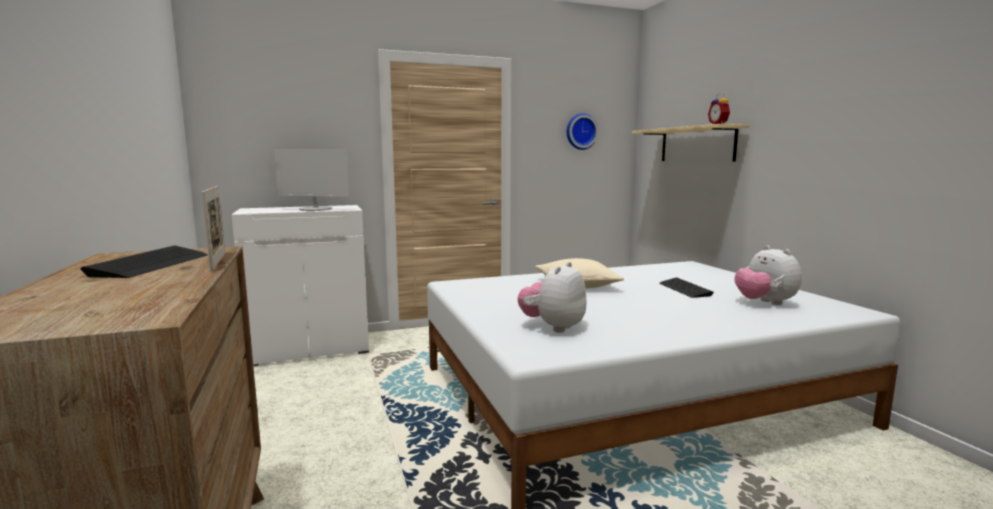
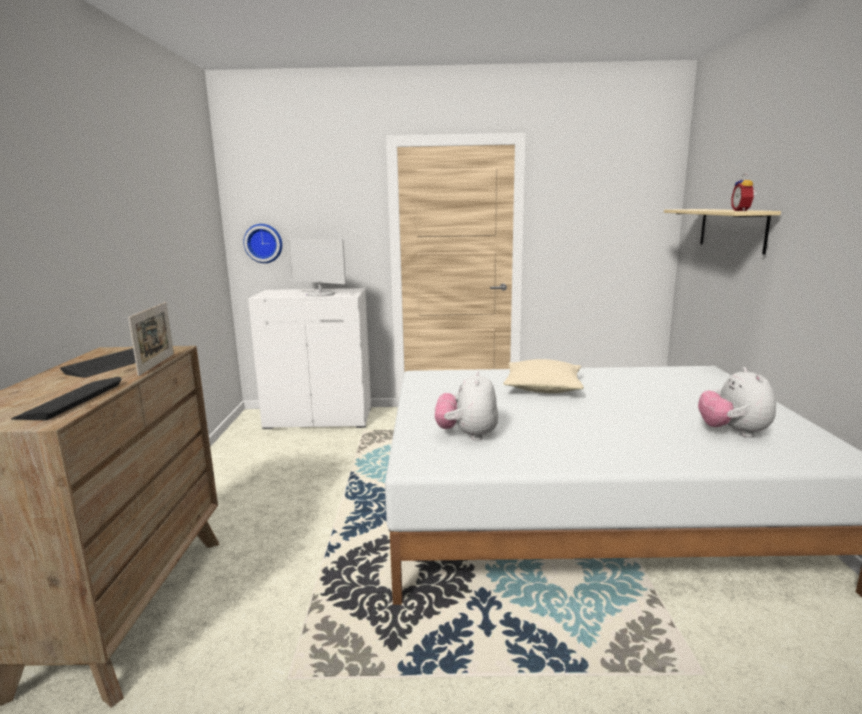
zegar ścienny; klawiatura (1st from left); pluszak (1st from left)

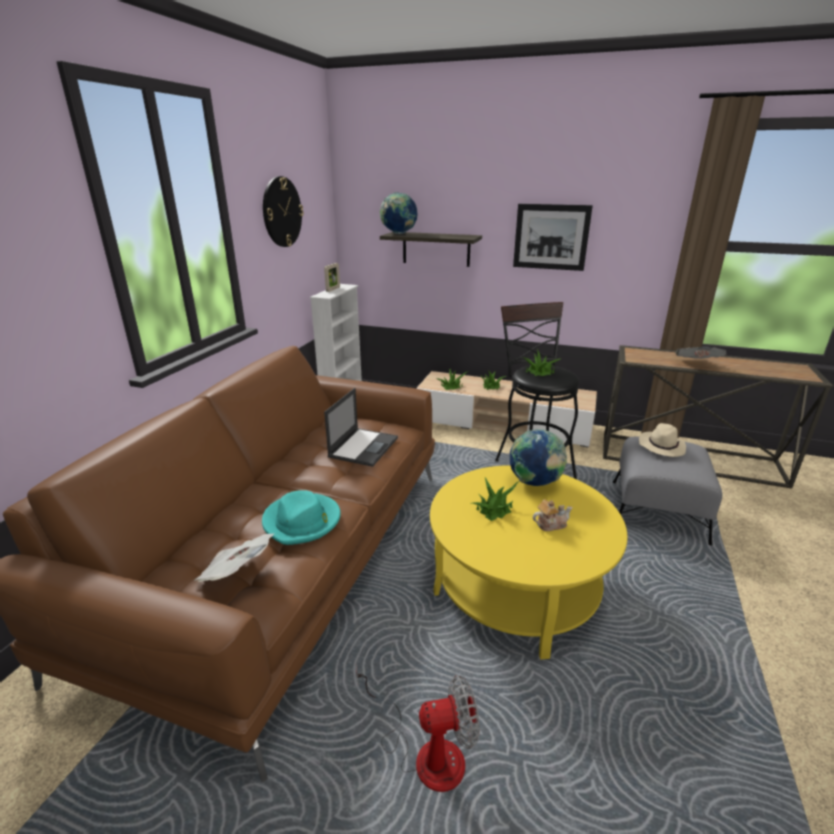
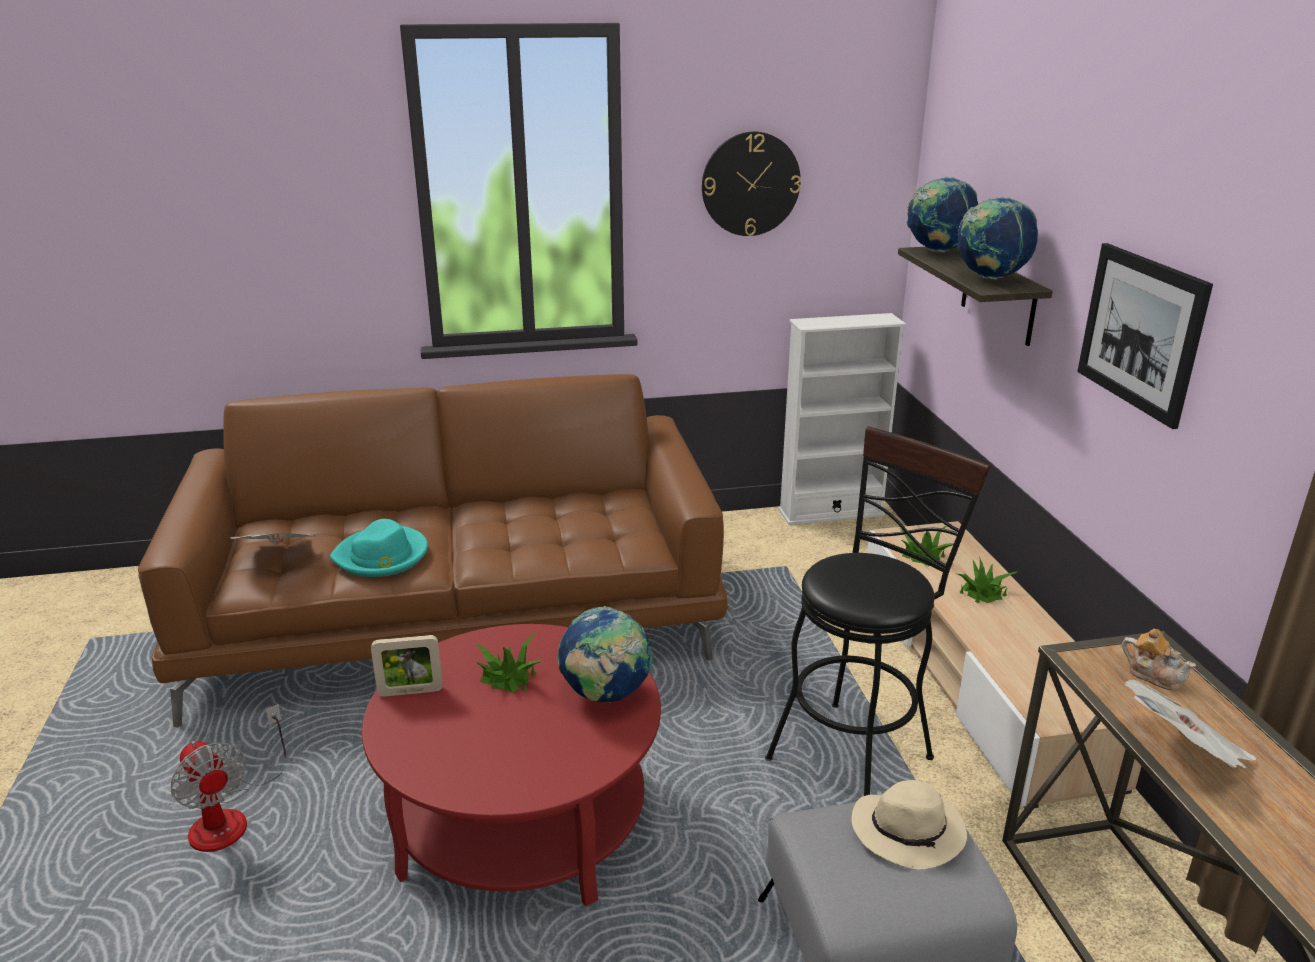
laptop; roślina doniczkowa (4th from left in the first image); globus (3rd from left); ramka na zdjęcie; imbryk; ława (czerwony)

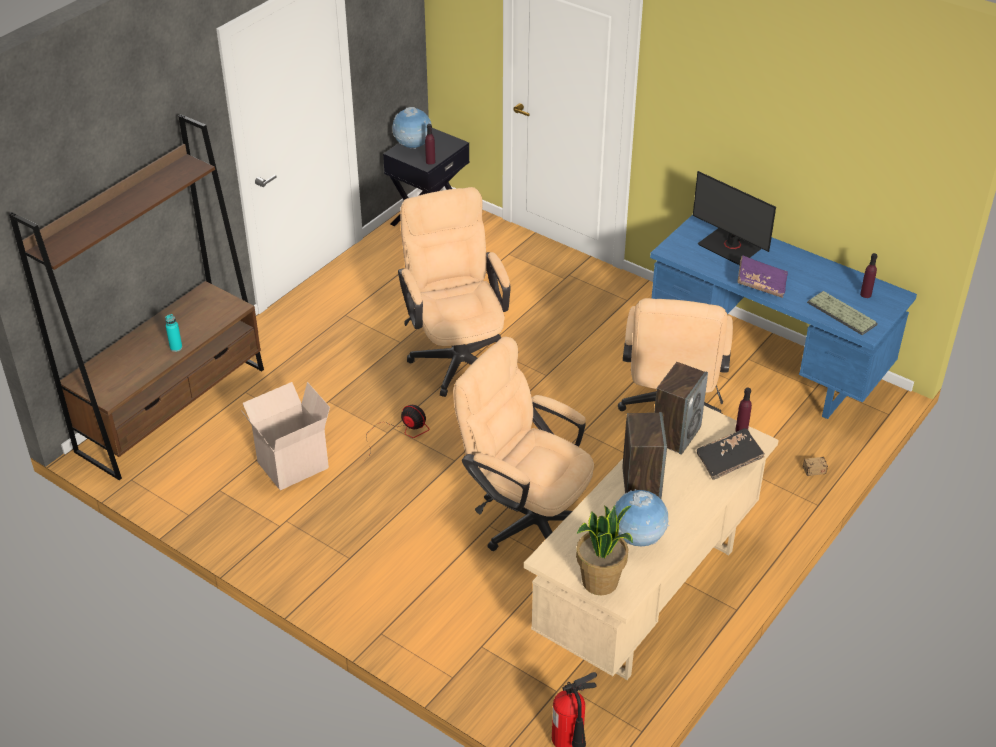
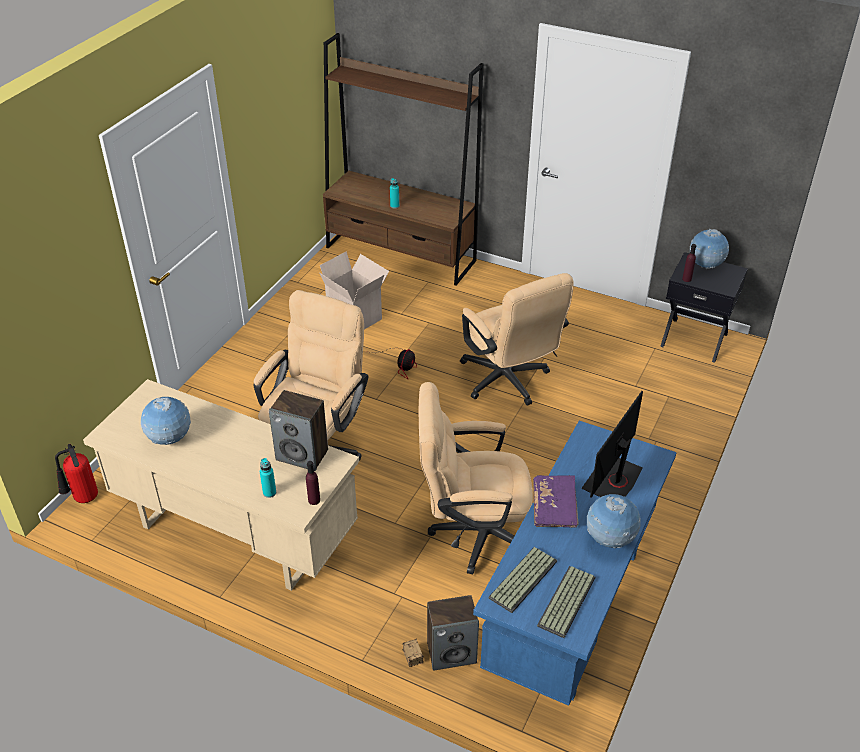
roślina doniczkowa; globus (2nd from left); głośnik (2nd from left); butelka (turkusowy) (1st from left); klawiatura (2nd from left); krzesło biurowe (beżowy) (3rd from left)

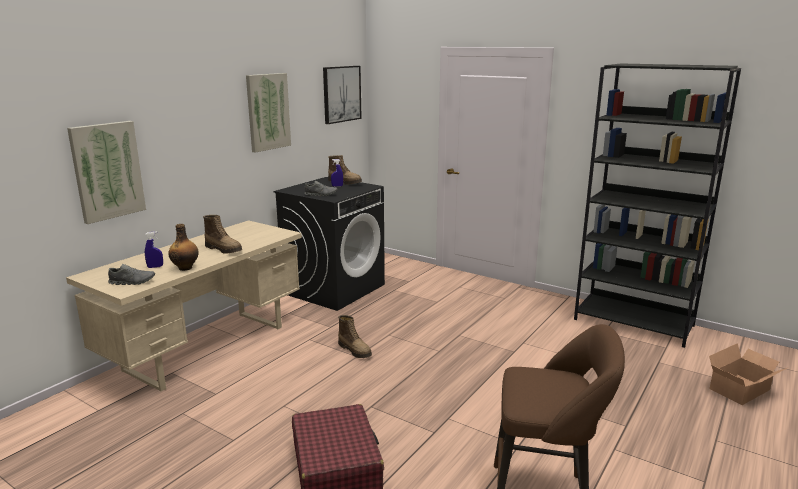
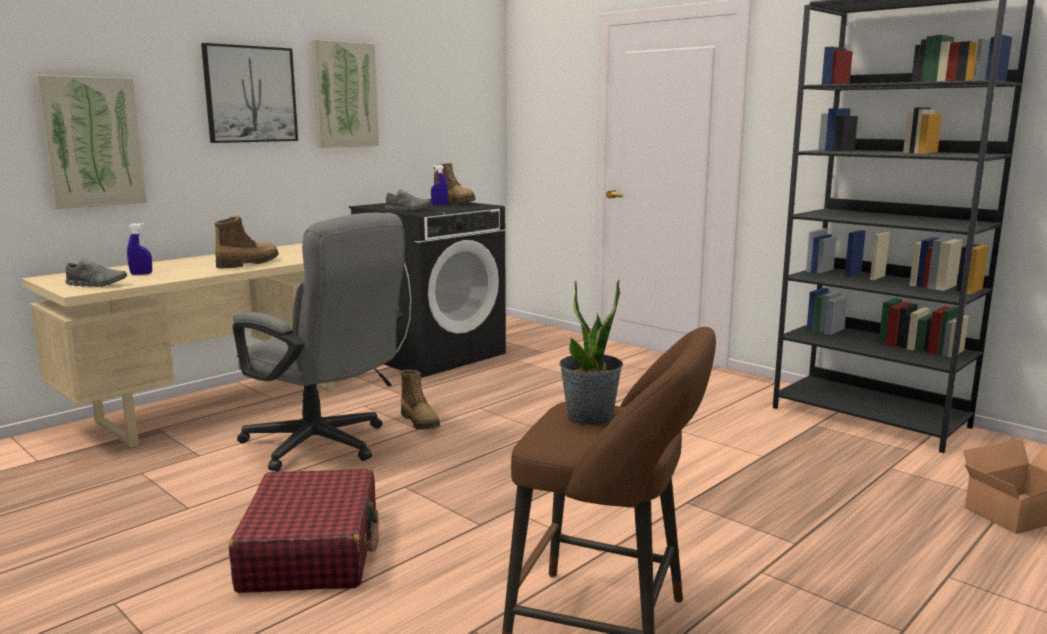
butelka; krzesło biurowe (szary); roślina doniczkowa; obraz (2nd from left); but z cholewką (1st from left)

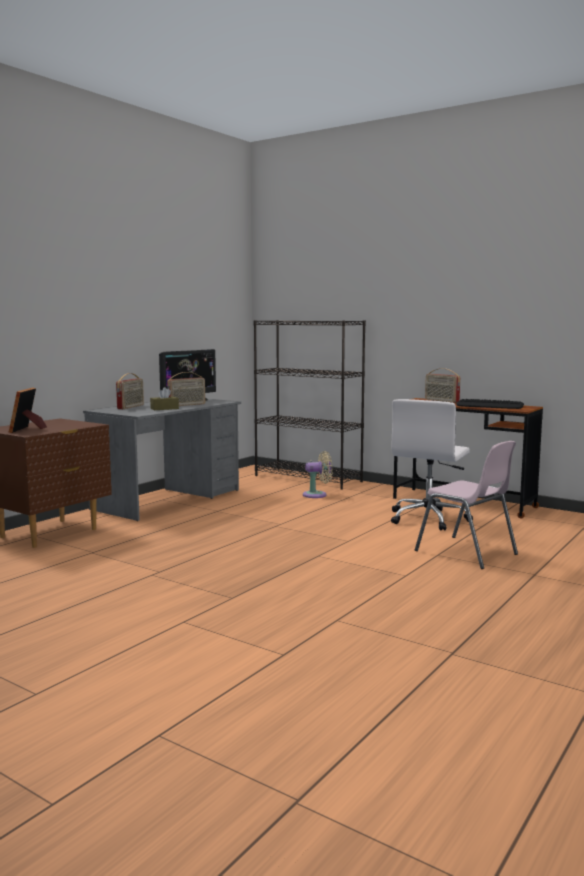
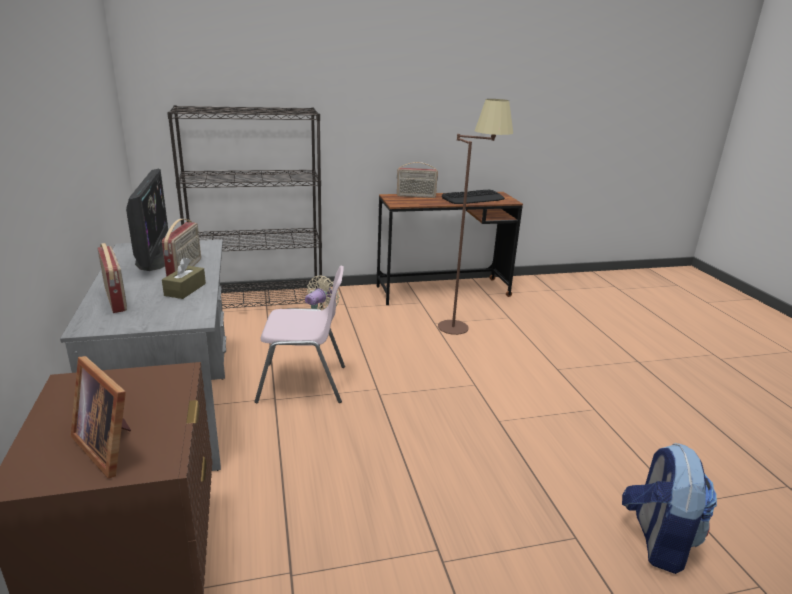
plecak; krzesło (różowy); lampa stojąca (brązowy)

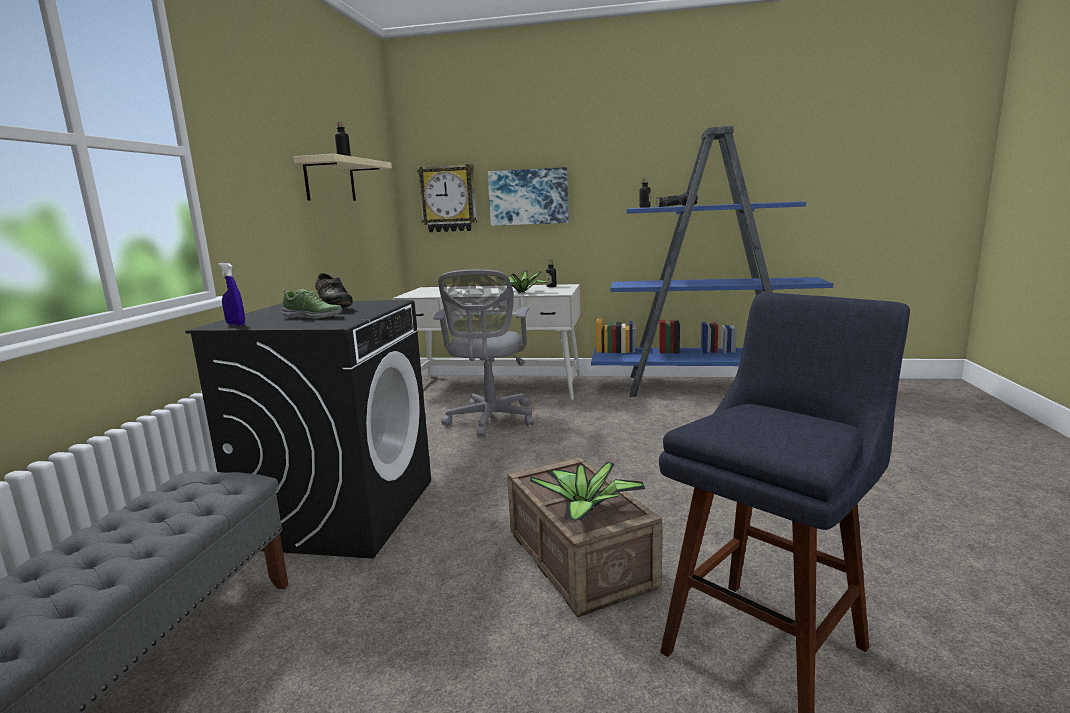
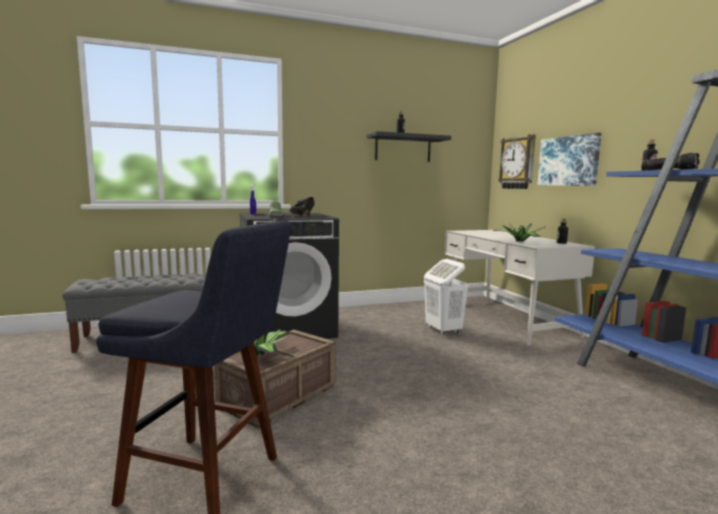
kosz na pranie (biały); półka (czarny)

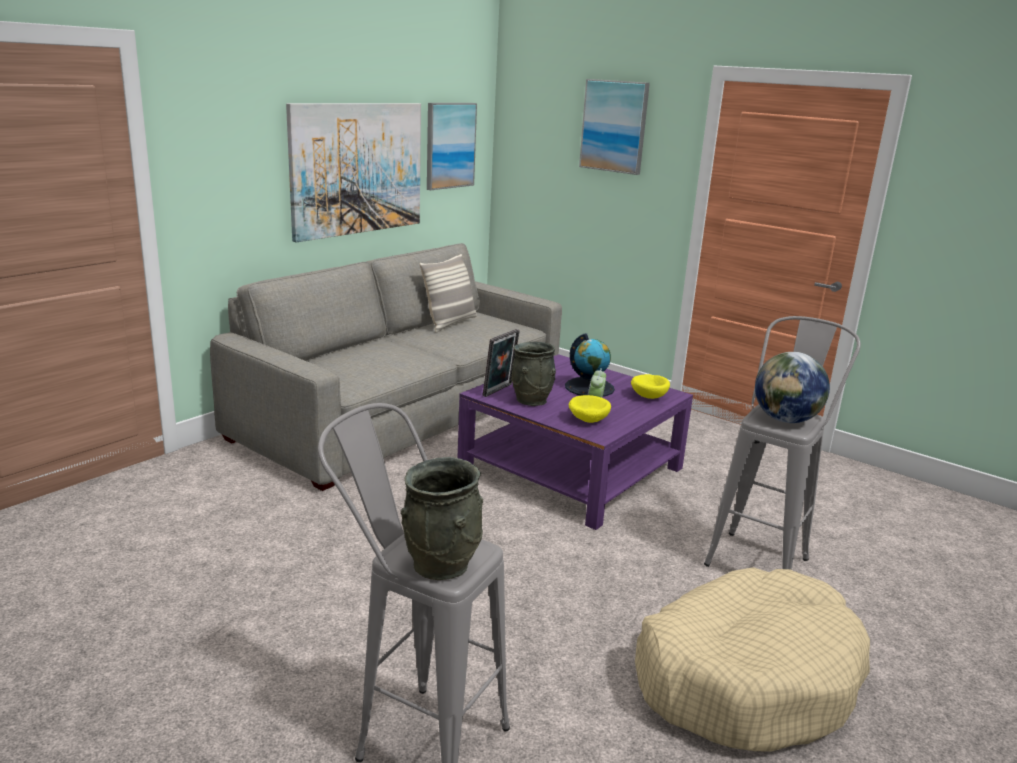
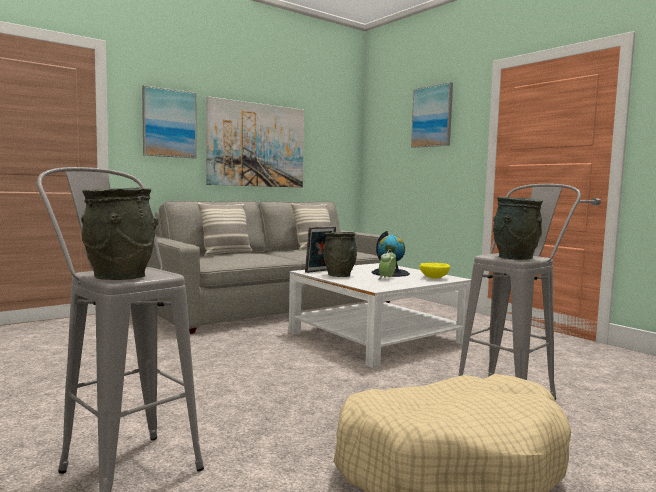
miska (żółty) (1st from left in the first image); poduszka (1st from left); obraz (1st from left); wazon (szary) (3rd from left); ława (biały)

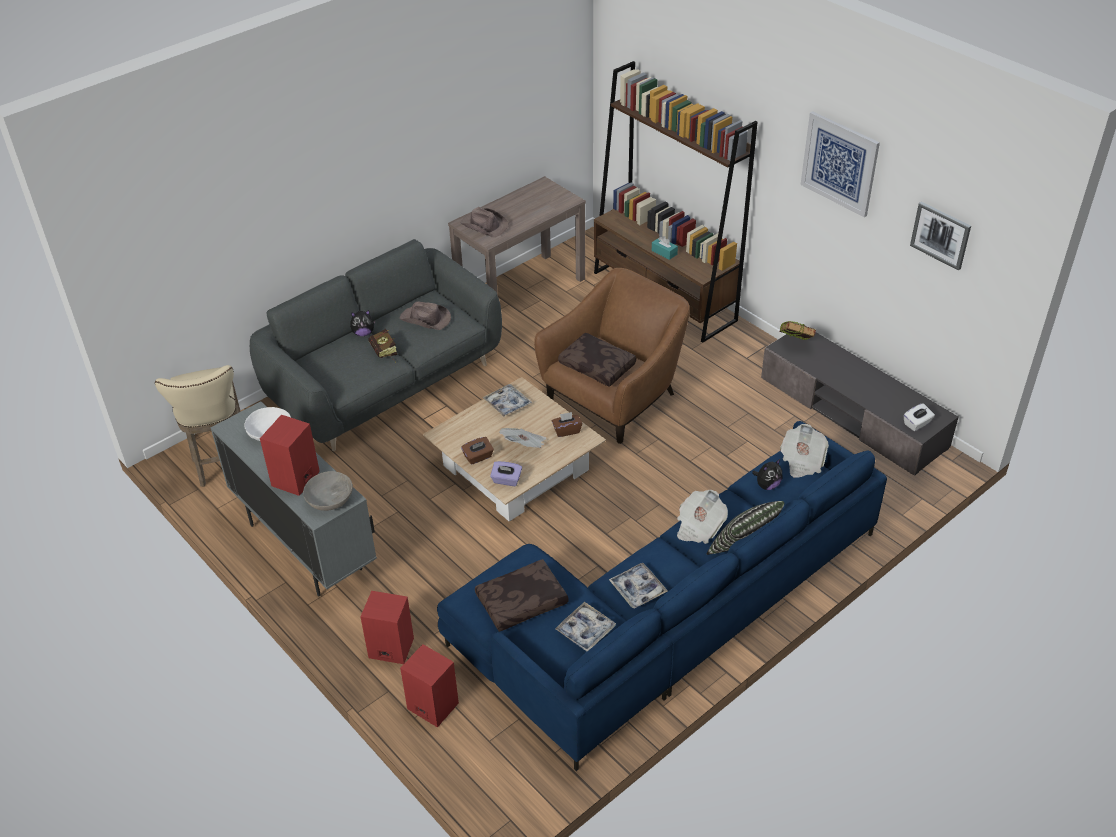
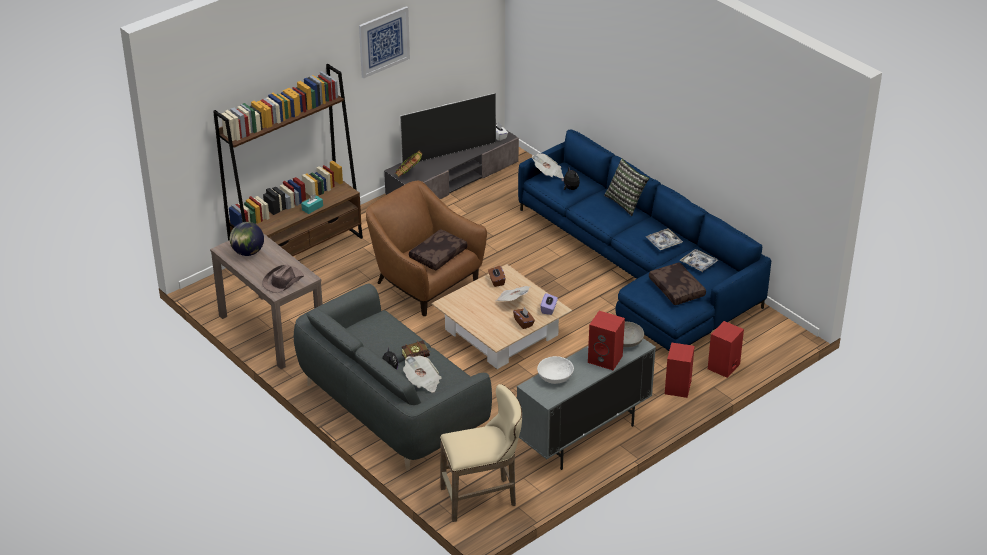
kapelusz (brązowy) (1st from left in the first image); taca (1st from left in the first image); obraz (2nd from left in the first image); globus; telewizor; gazeta (1st from left)

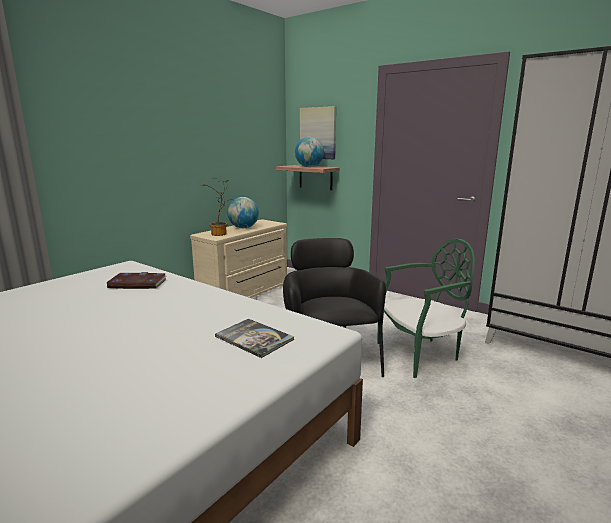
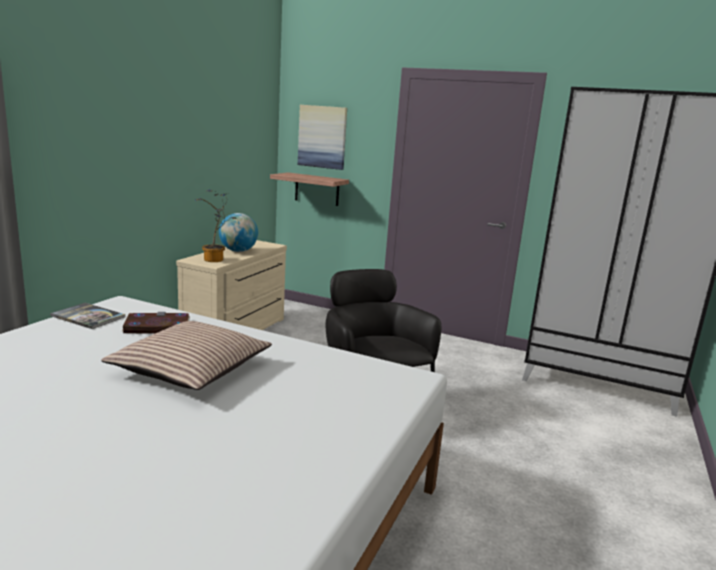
globus (2nd from left in the first image); krzesło (zielony); poduszka; książka (1st from left)

